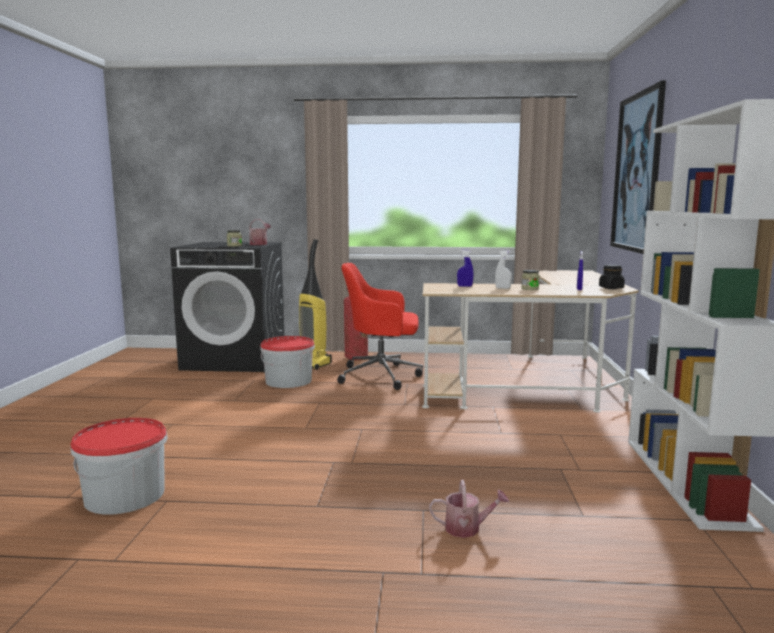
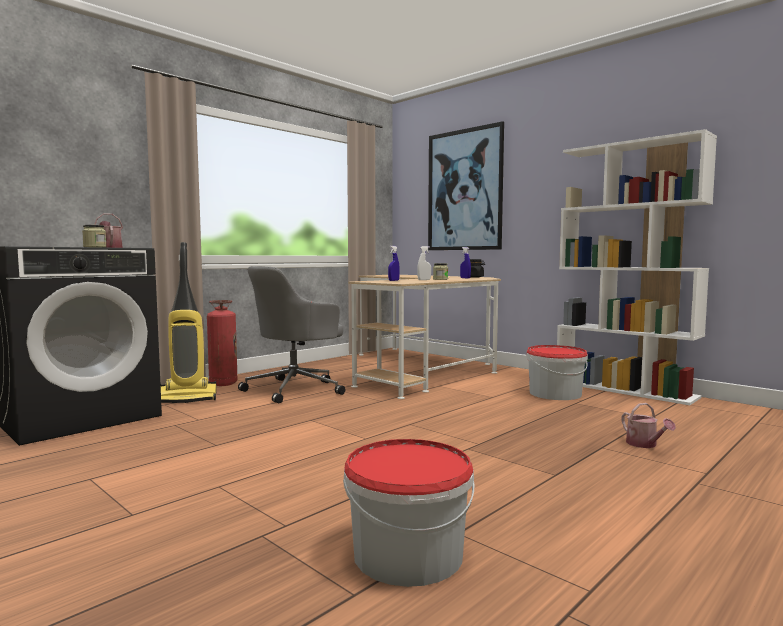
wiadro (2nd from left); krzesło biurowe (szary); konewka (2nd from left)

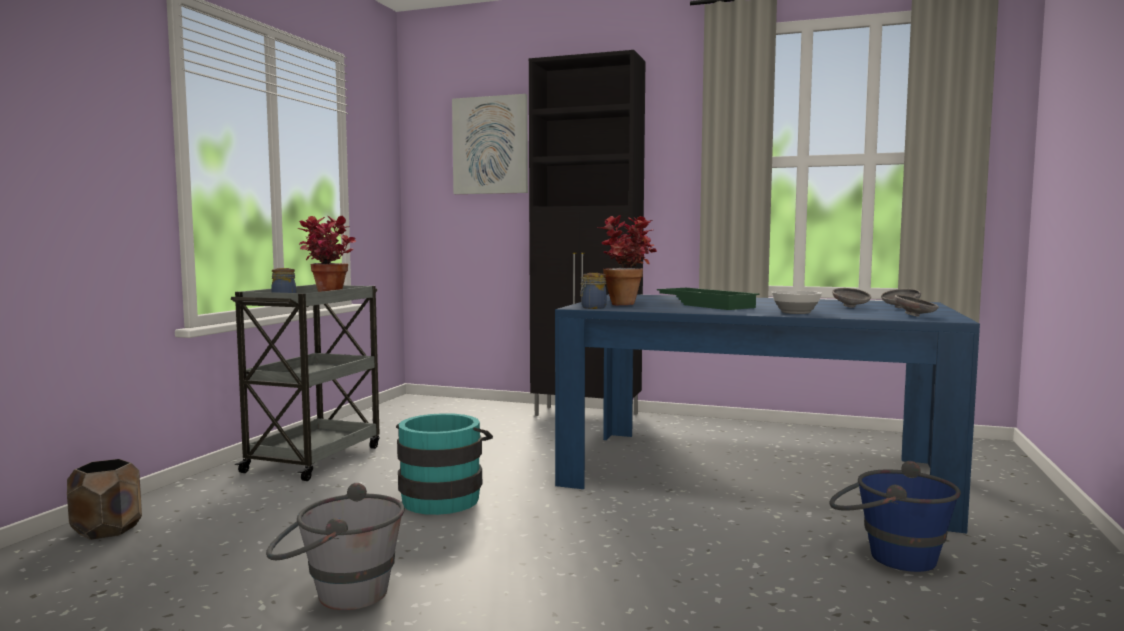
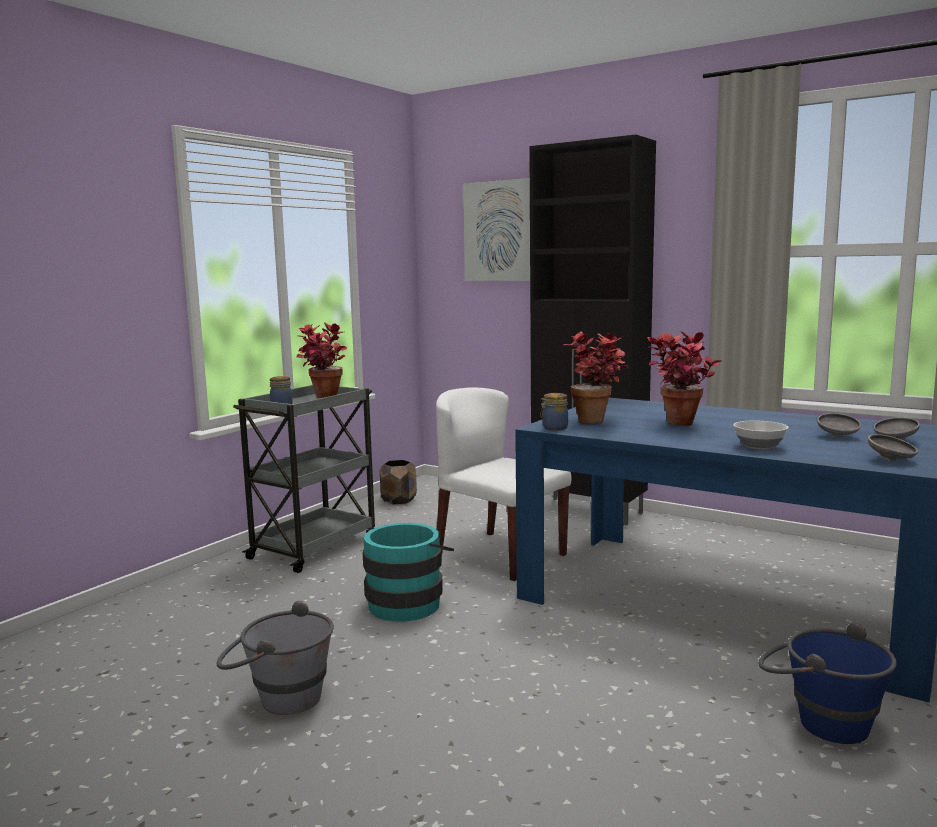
krzesło (biały); donica (brązowy); roślina doniczkowa (3rd from left)

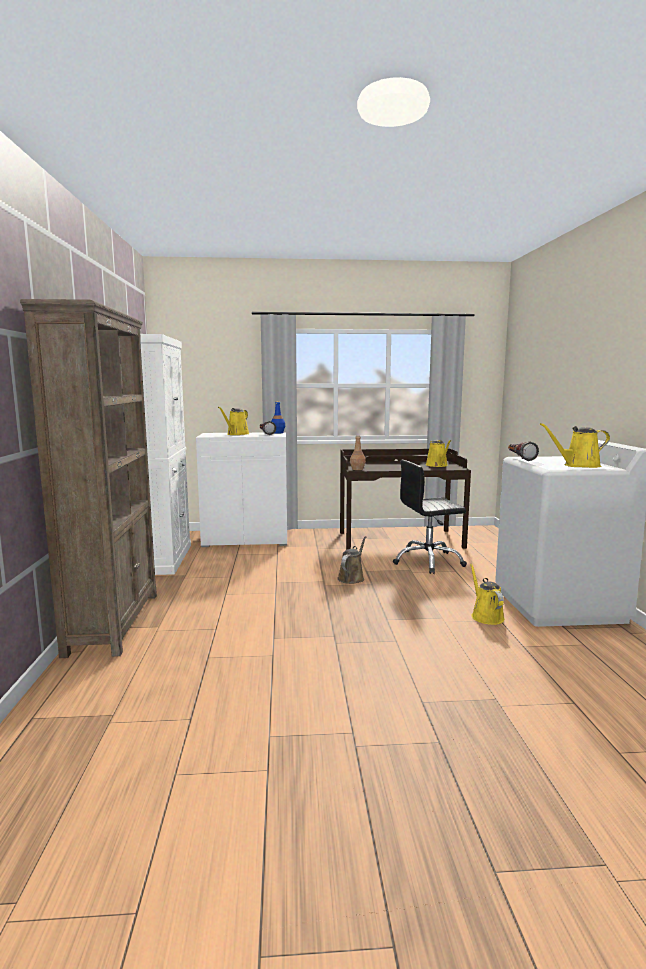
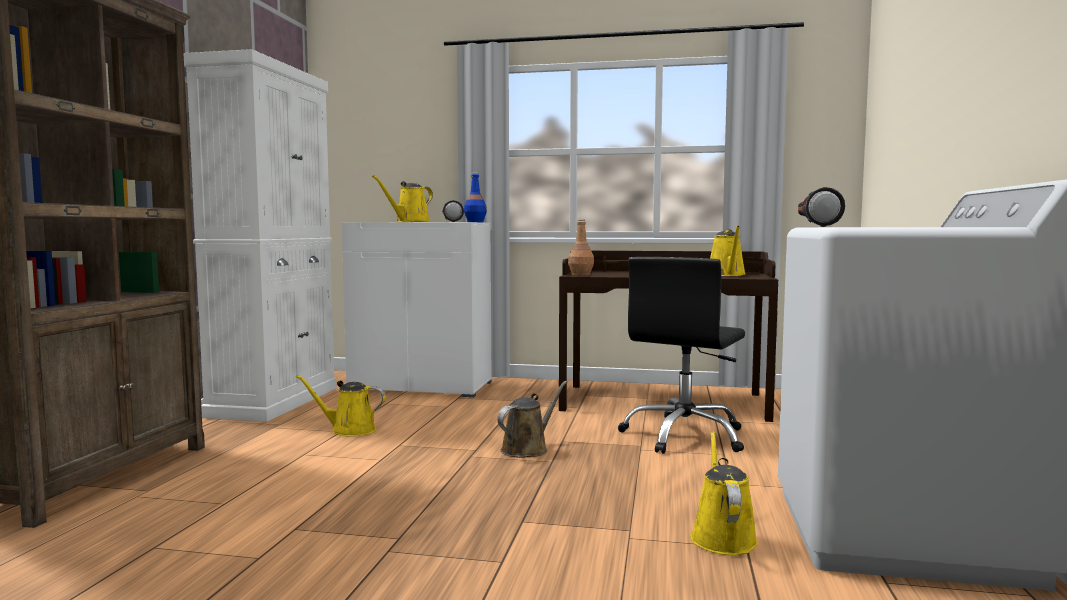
konewka (żółty) (1st from left); krzesło biurowe (czarny)

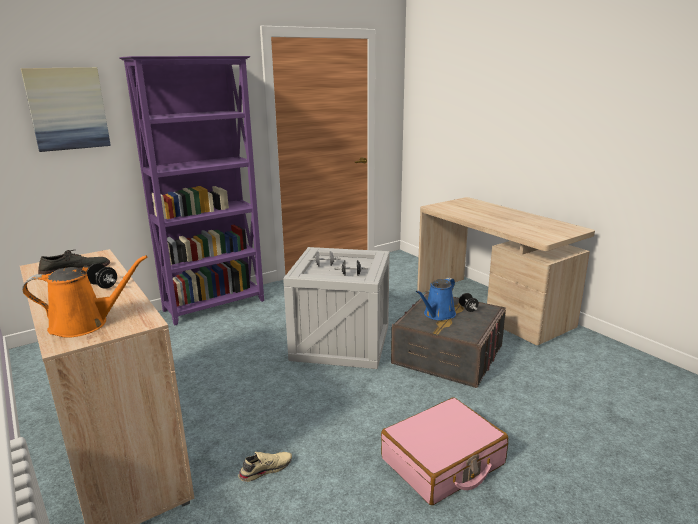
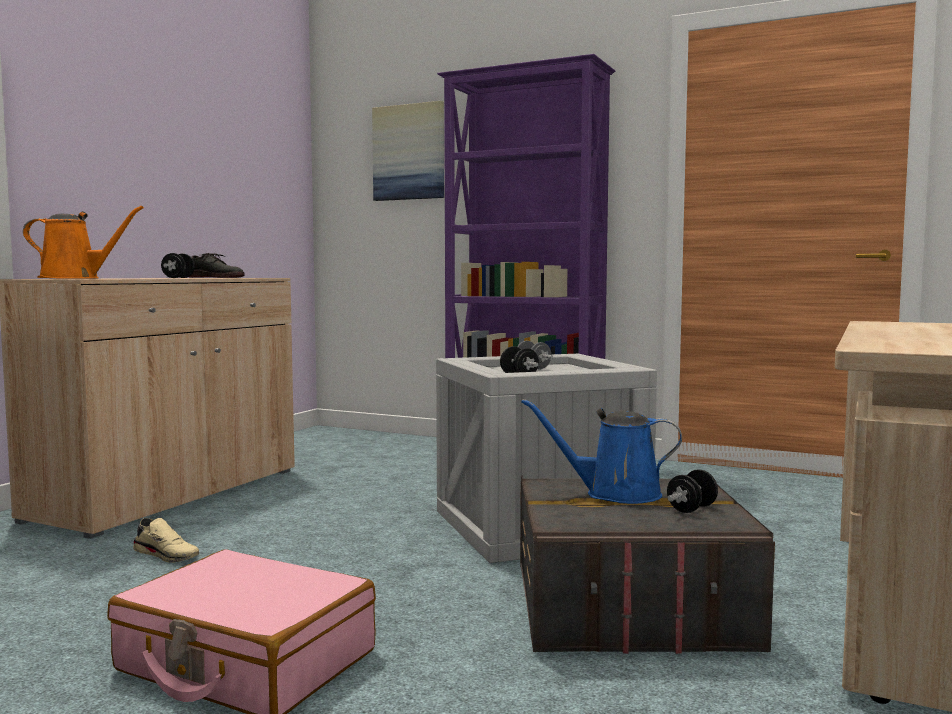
konewka (pomarańczowy)

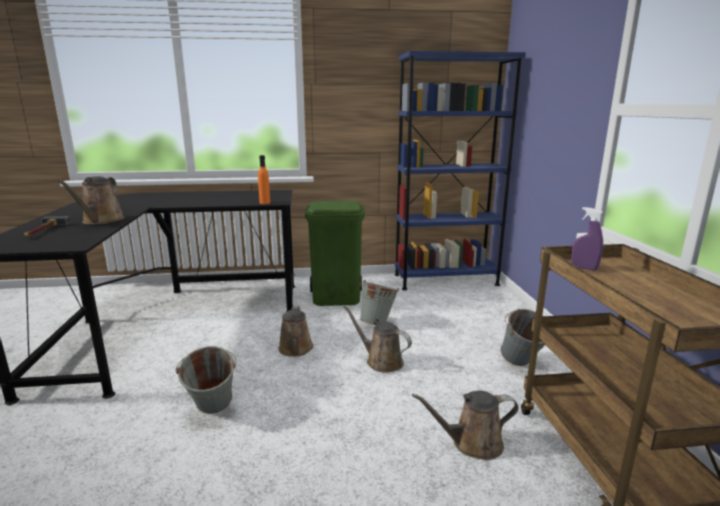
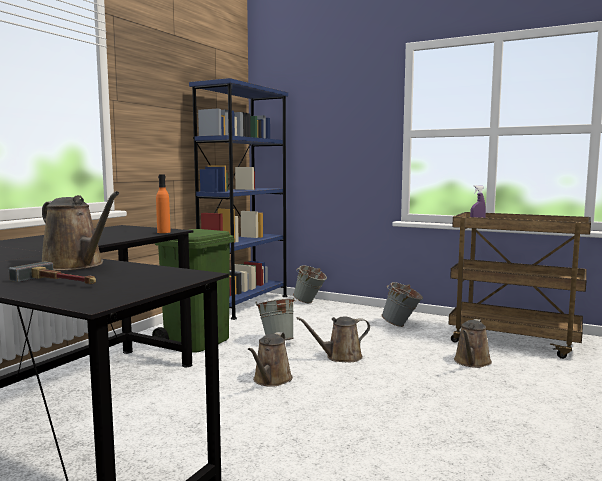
wiadro (szary) (2nd from left); konewka (brązowy) (2nd from left)

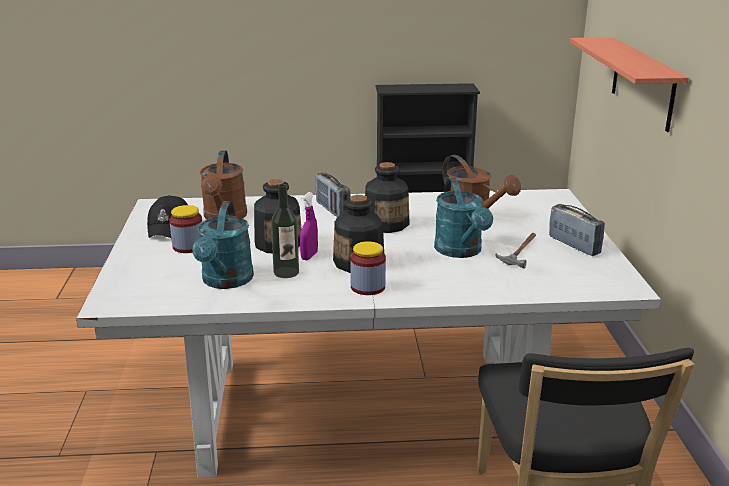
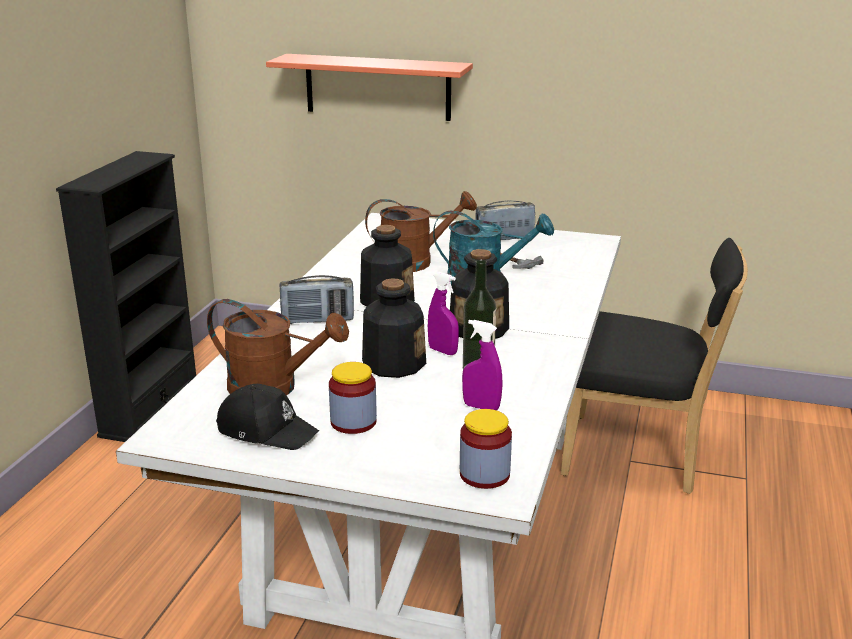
słoik (2nd from left); spryskiwacz (fioletowy) (2nd from left)

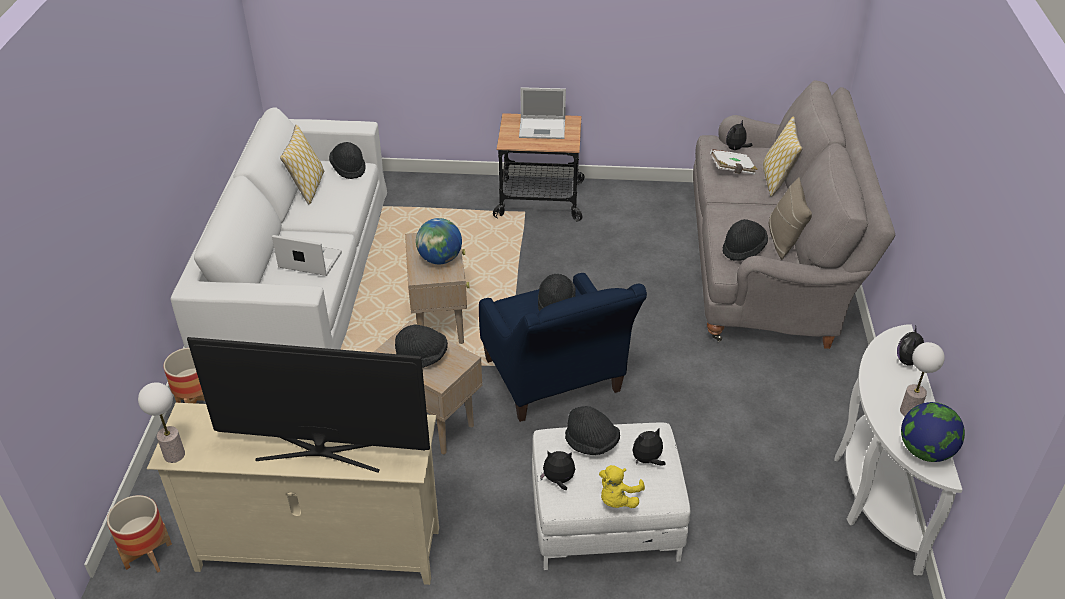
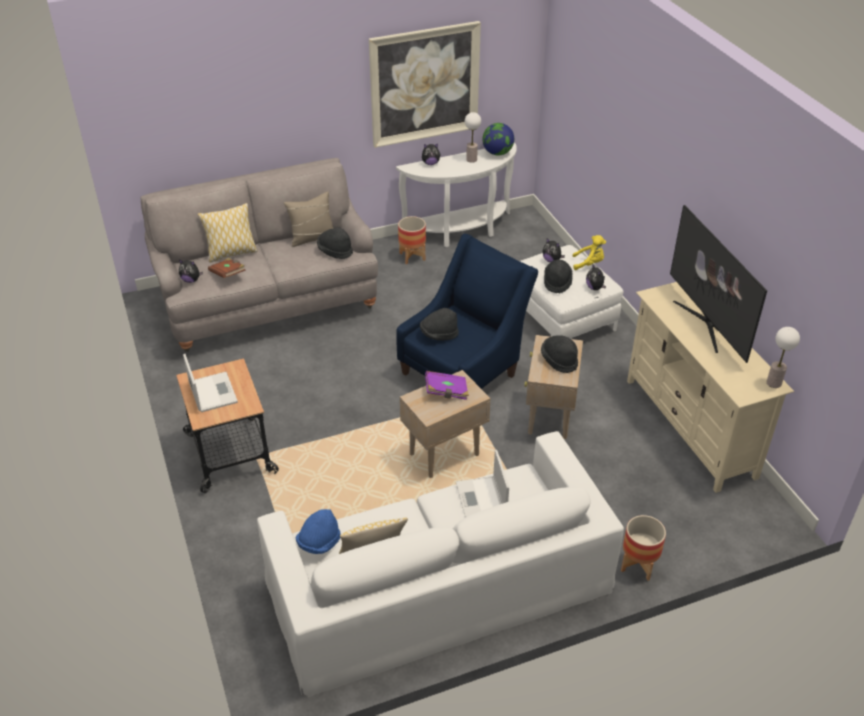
obraz; donica (1st from left); książka (fioletowy); kapelusz (niebieski); książka (brązowy)

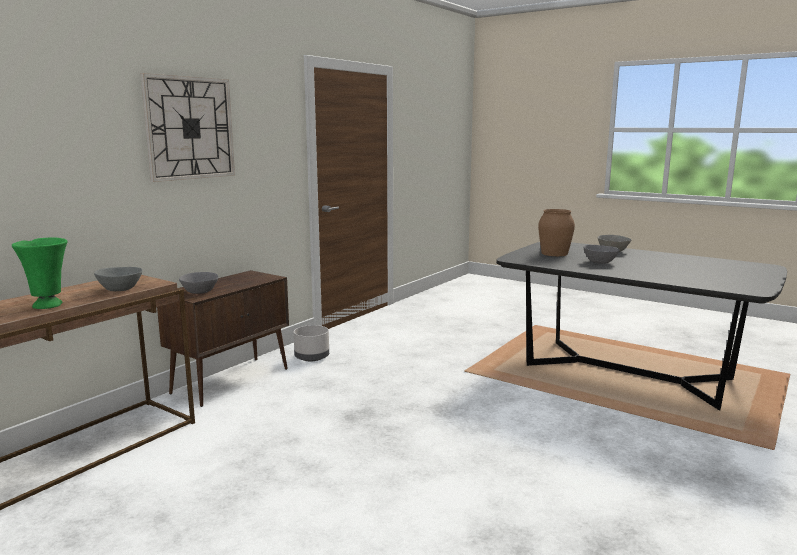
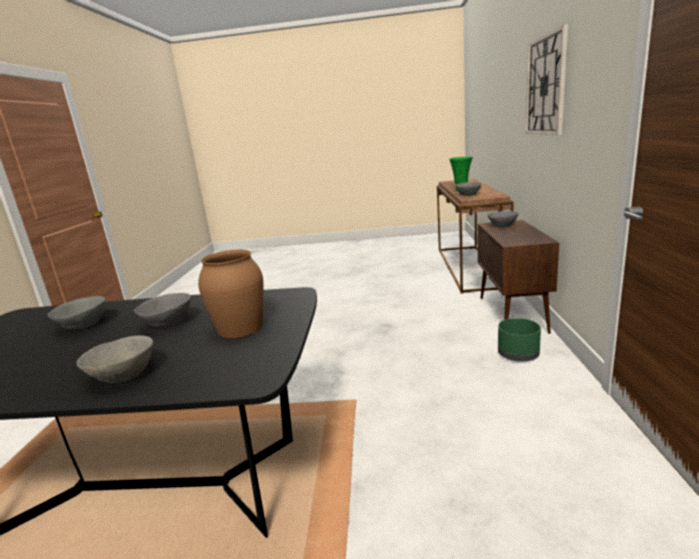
miska (szary) (1st from left); donica (zielony)

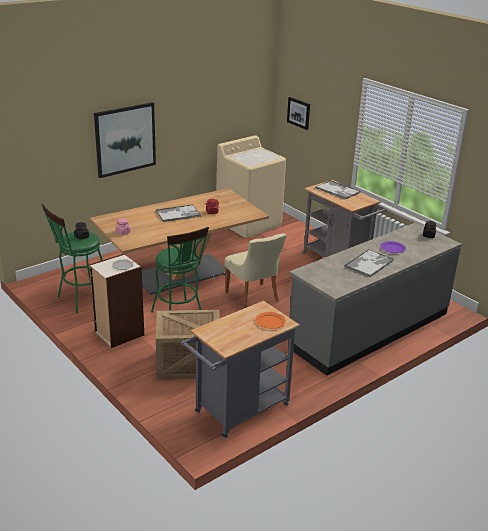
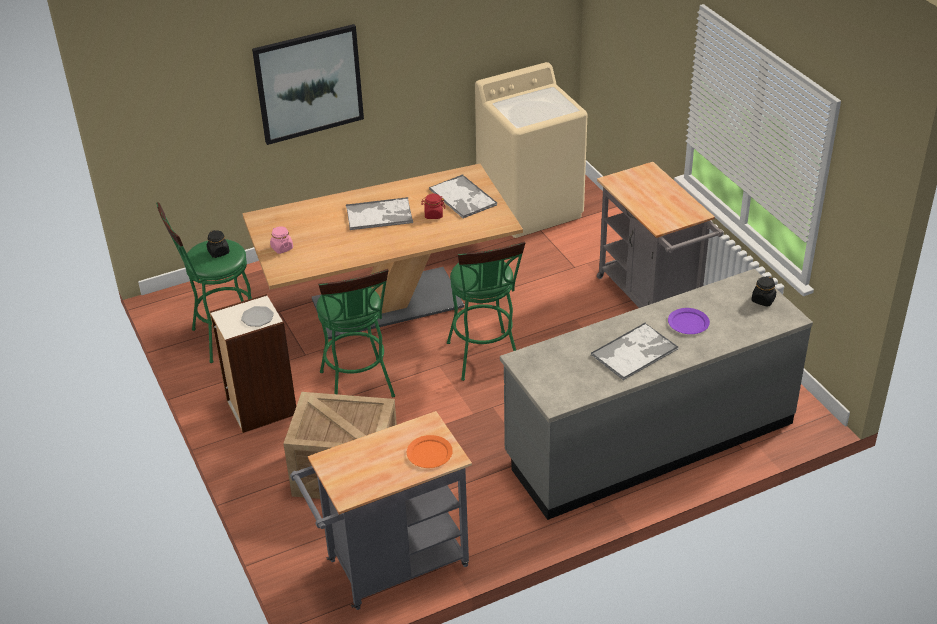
obraz (2nd from left in the first image); taca (2nd from left); stołek (zielony) (3rd from left)

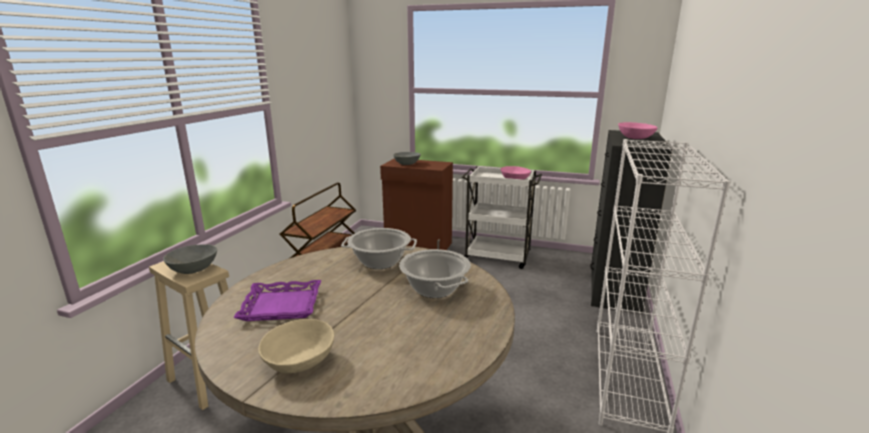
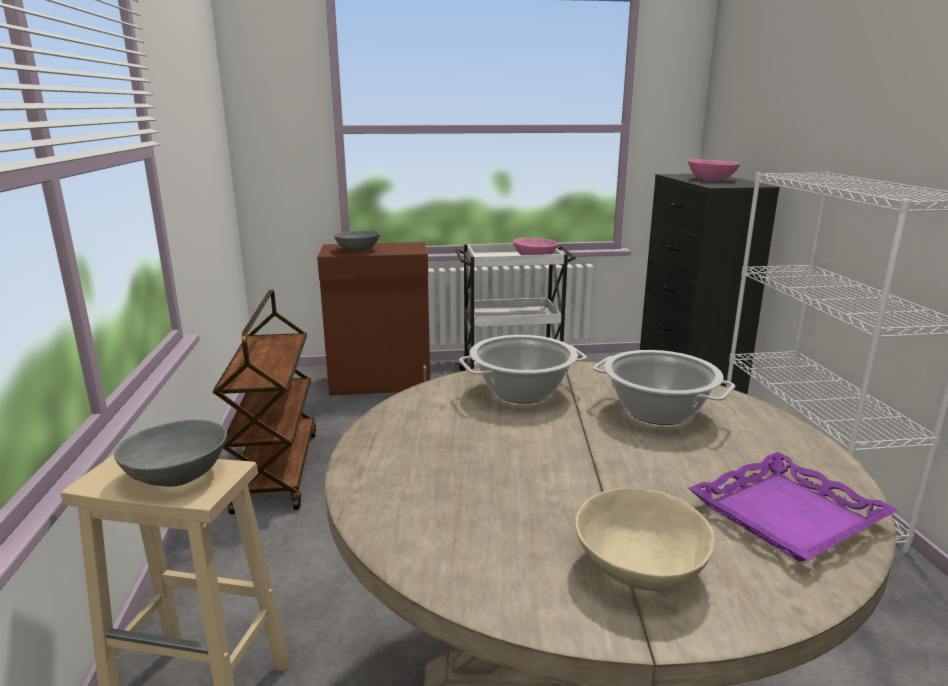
taca (fioletowy)

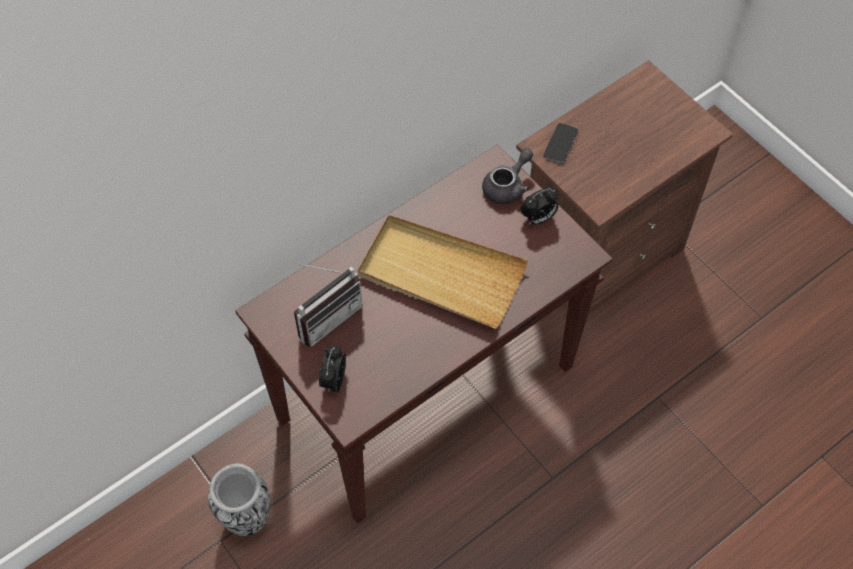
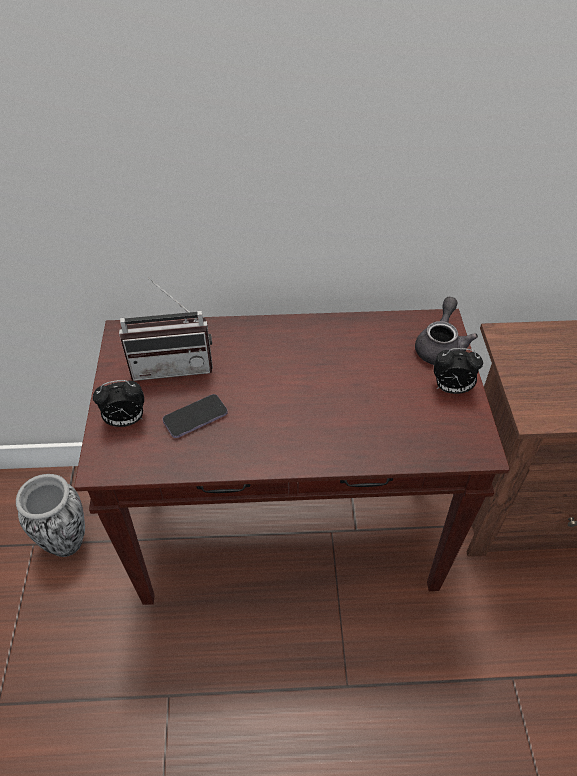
taca (beżowy); telefon; budzik (1st from left); imbryk (szary)

